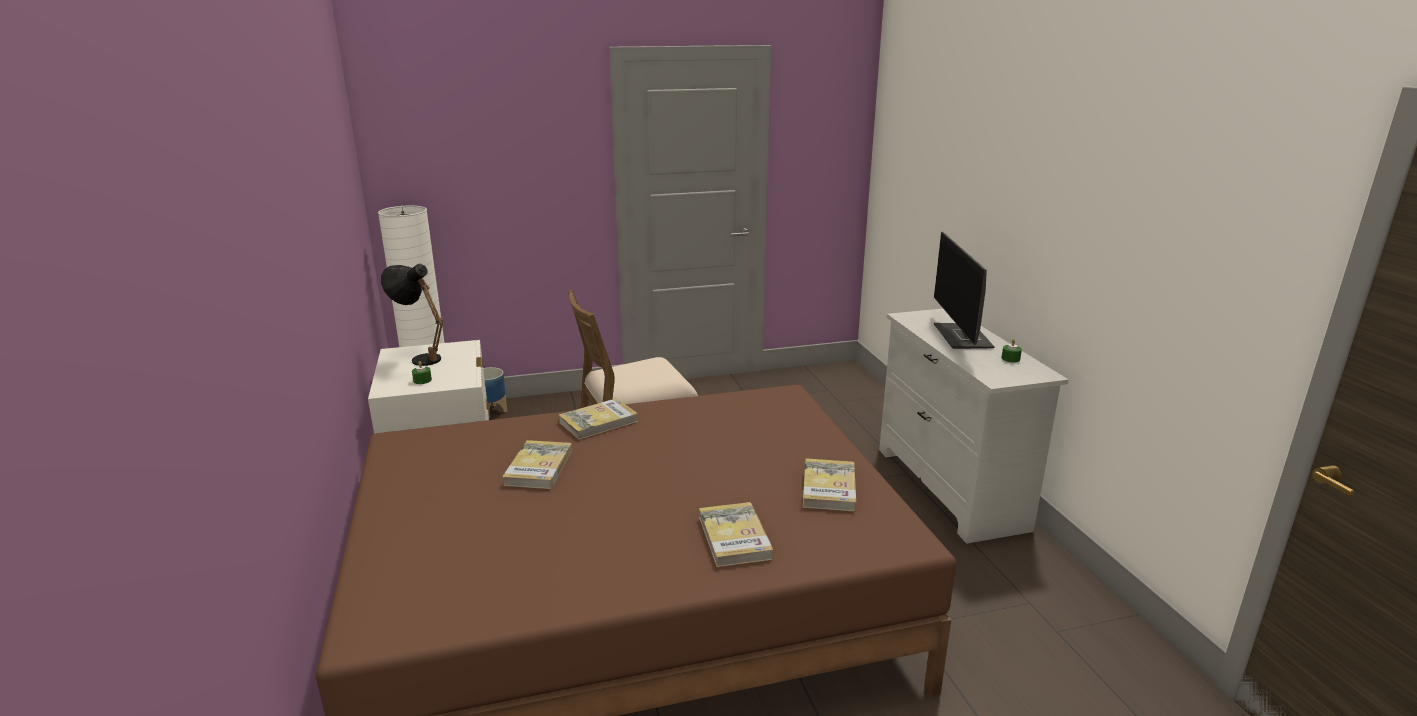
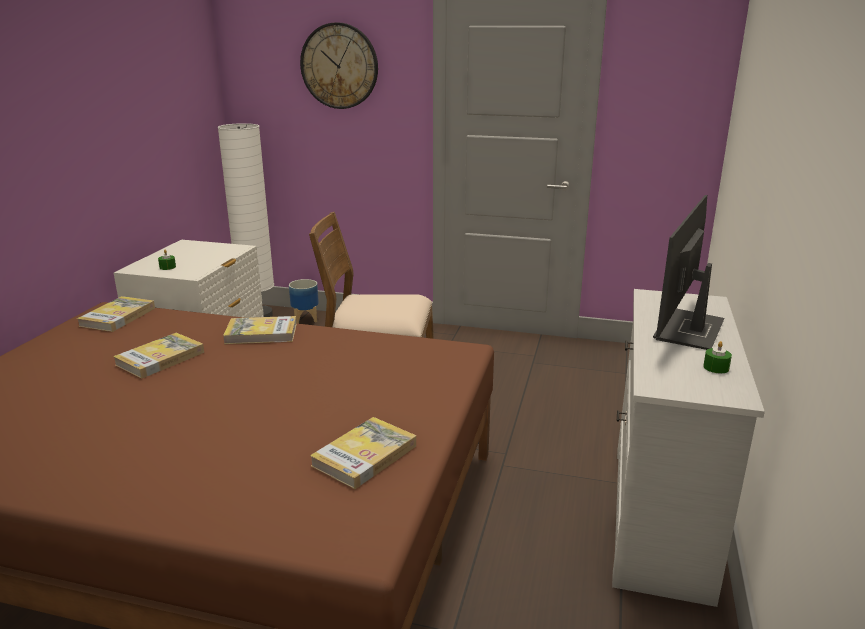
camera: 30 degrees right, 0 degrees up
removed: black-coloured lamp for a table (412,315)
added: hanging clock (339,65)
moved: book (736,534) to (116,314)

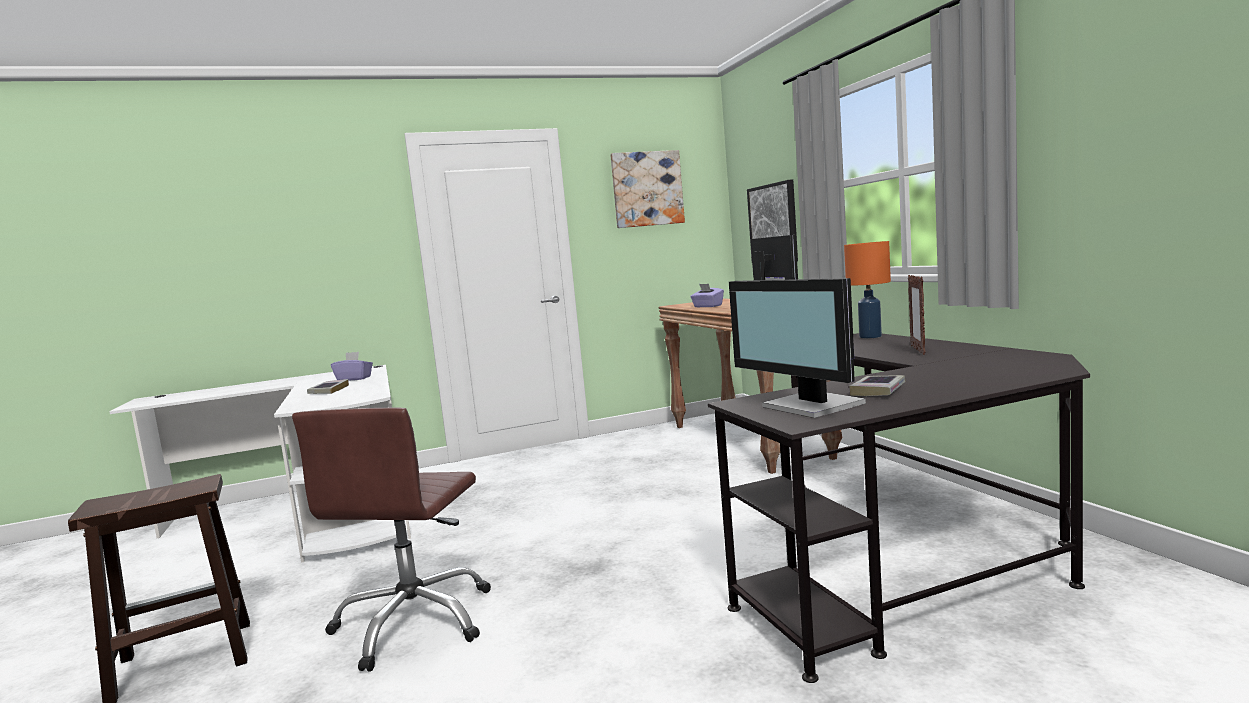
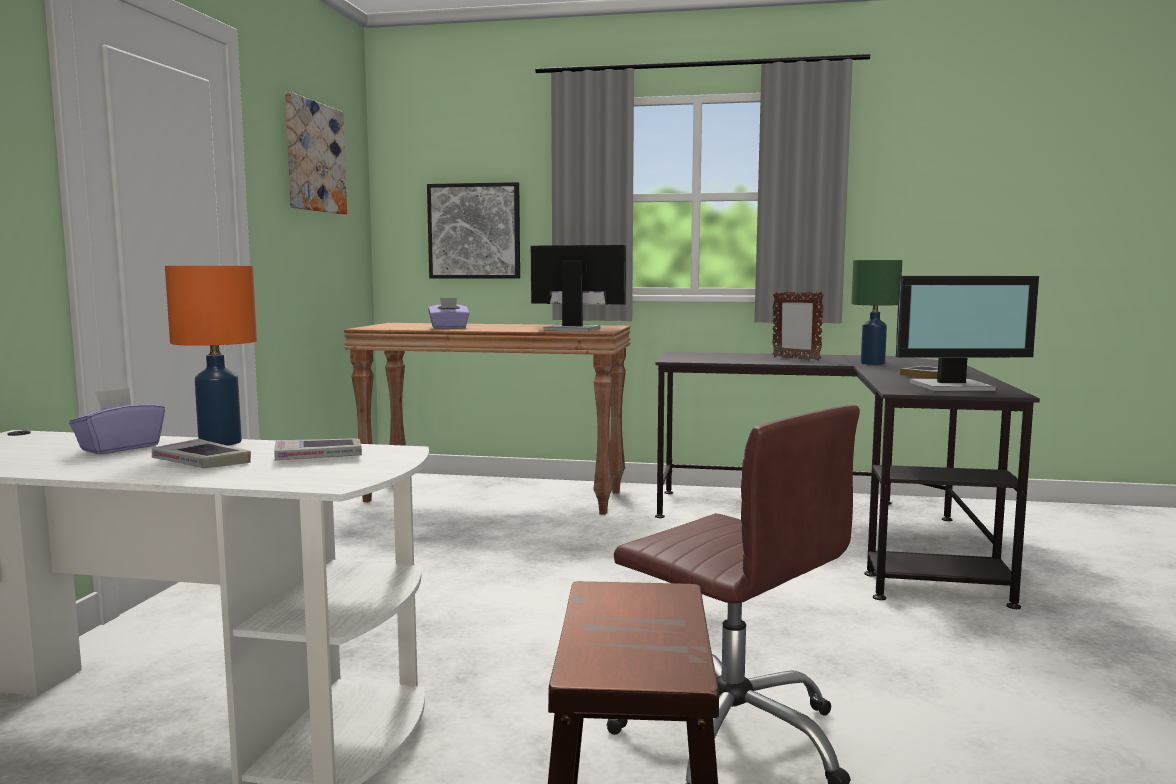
camera: 60 degrees left, 0 degrees up
added: book (318,449); green-coloured lamp for a table (876,312)
moved: orange lamp for a table (867,289) to (211,356)

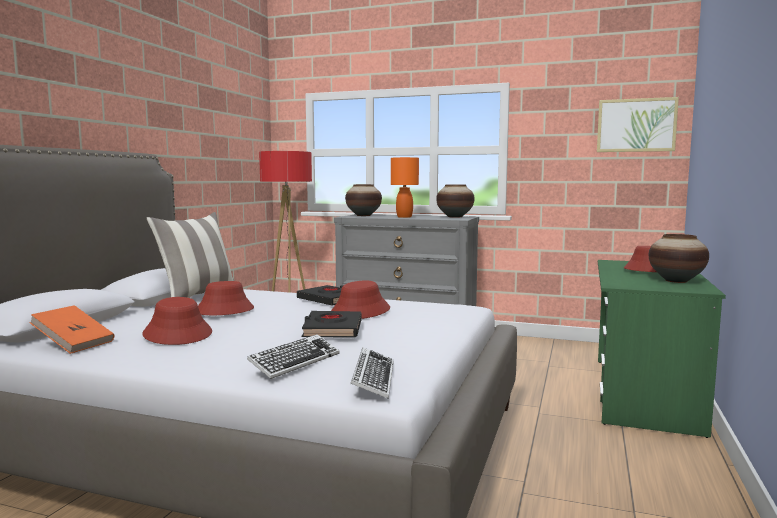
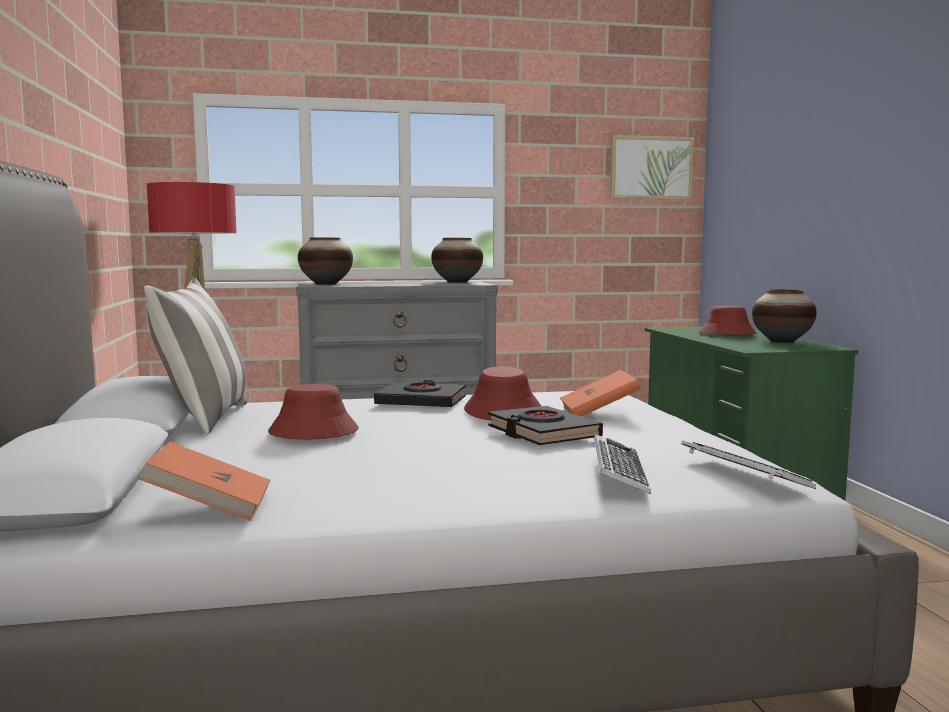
camera: 30 degrees left, 0 degrees up
removed: reddish clothing hat (177,321); orange lamp for a table (405,187)
added: orange book (600,393)

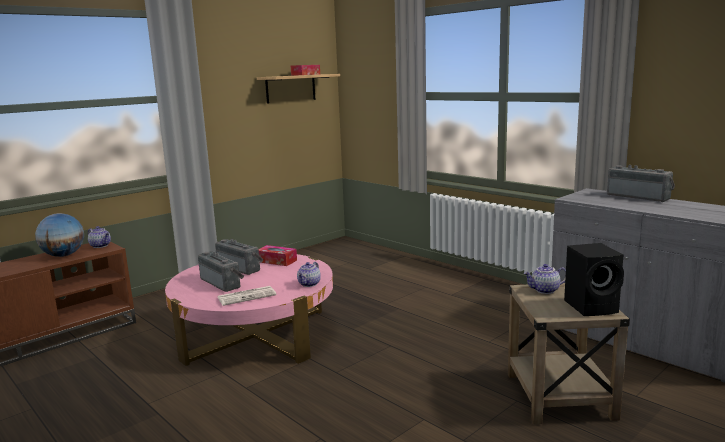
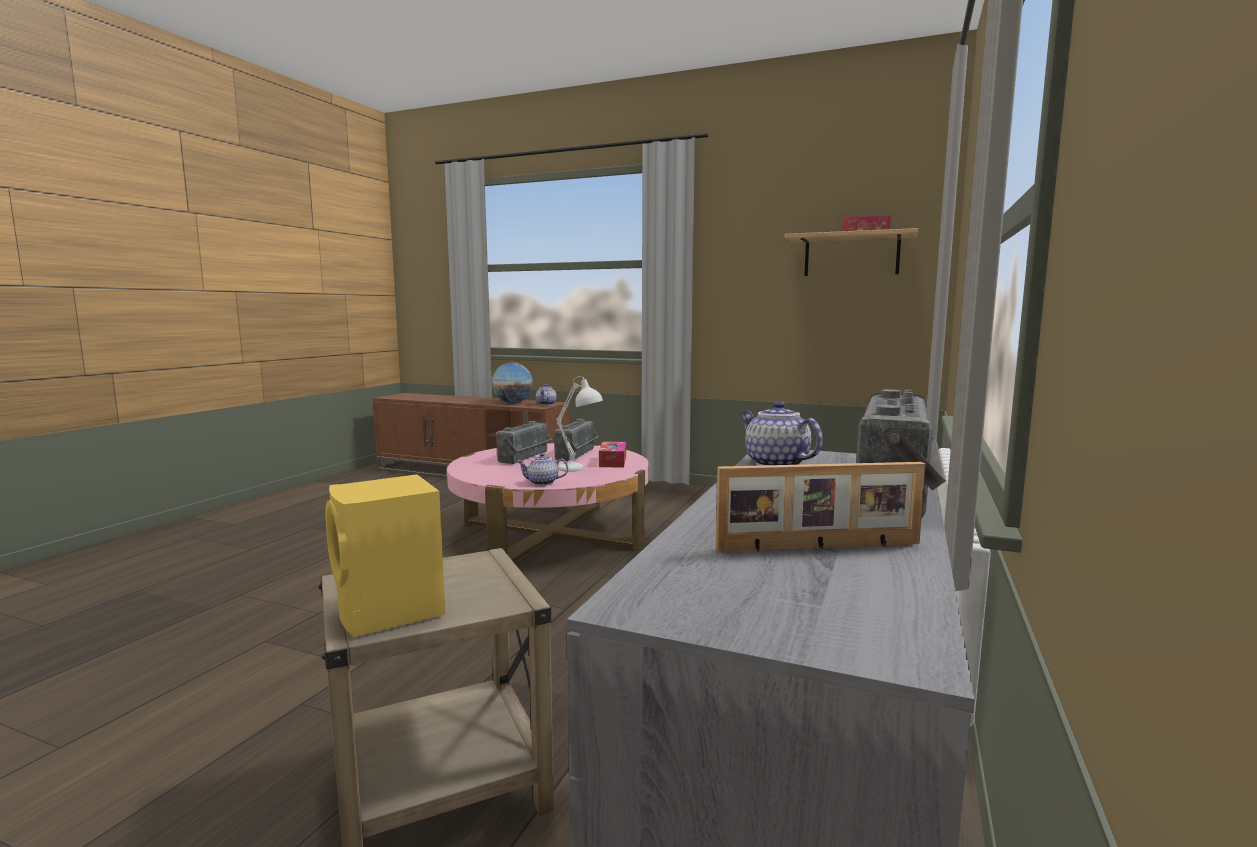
camera: 65 degrees right, 5 degrees down
removed: printed paper (247,296)
added: white-coloured lamp for a table (579,424); photo frame (821,506)
moved: pot for tea (544,279) to (781,433)
recoloured: black-coloured loudspeaker (594,279) to yellow loudspeaker (385,555)

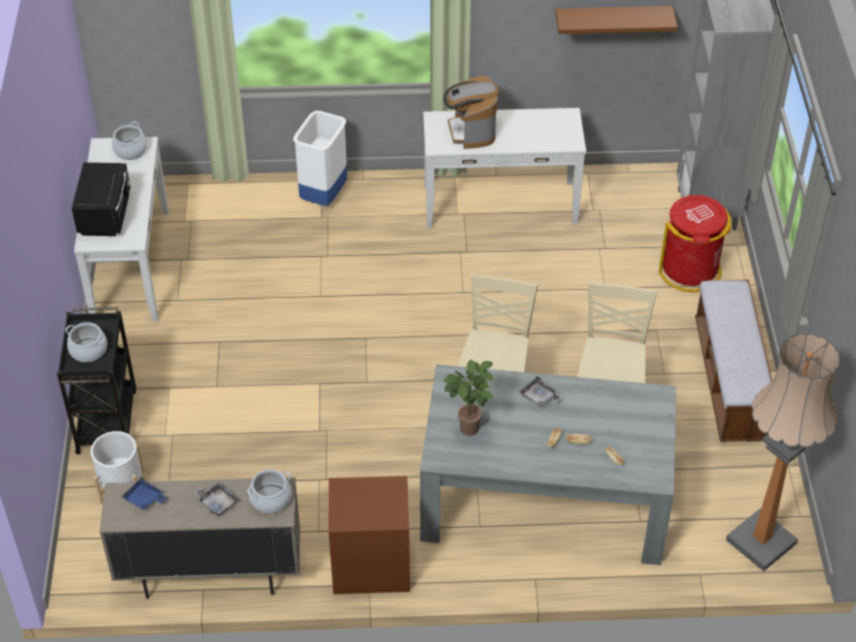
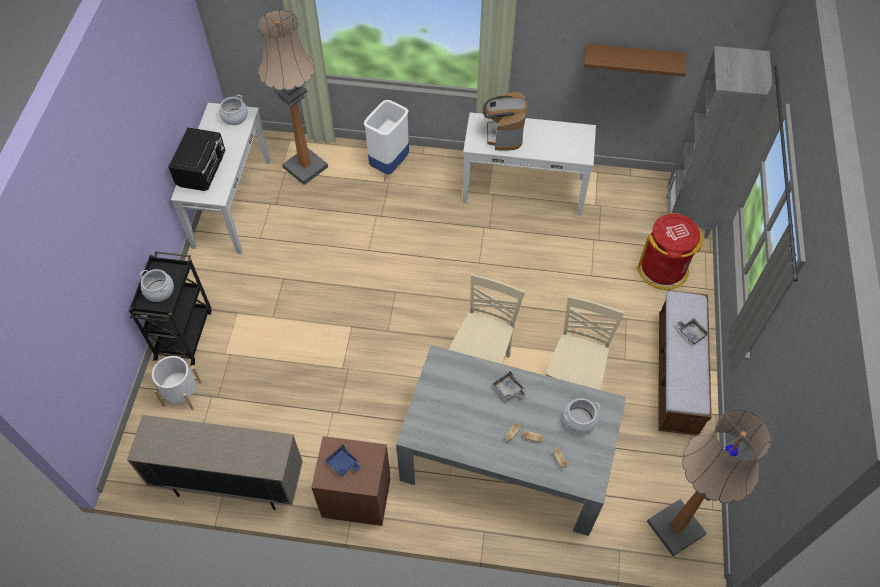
camera: 10 degrees right, 10 degrees up
removed: potted plant (468,398)
added: floor lamp (292,97)
moved: blue-coloured carrying tray (144,494) to (342,461); gray carrying tray (216,499) to (692,331); cooking pot (269,491) to (581,416)

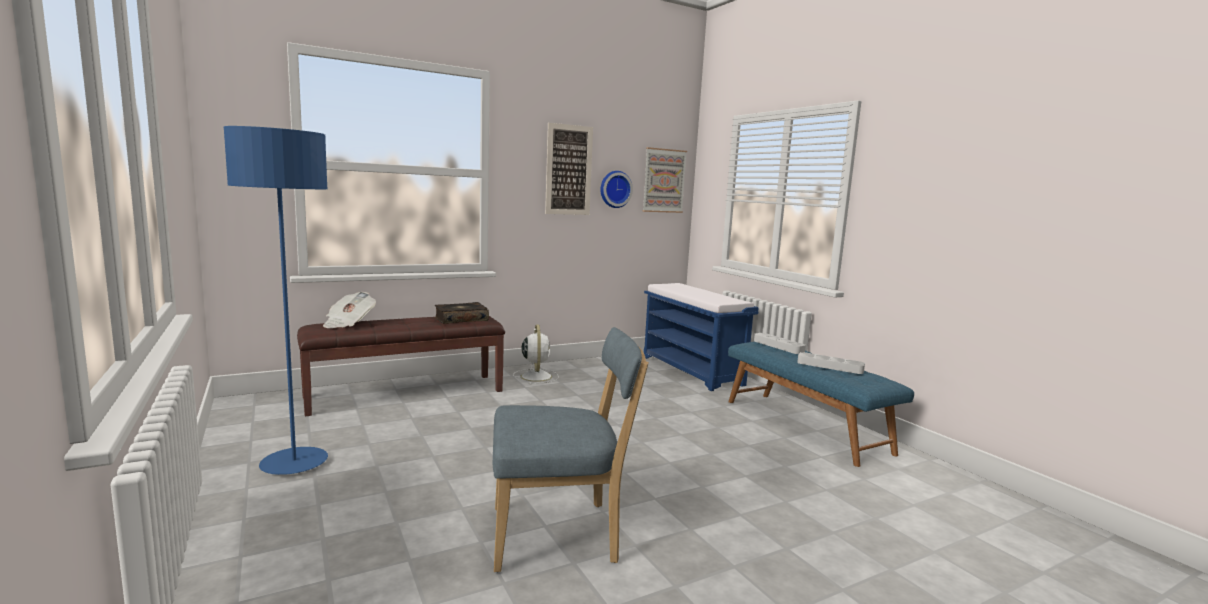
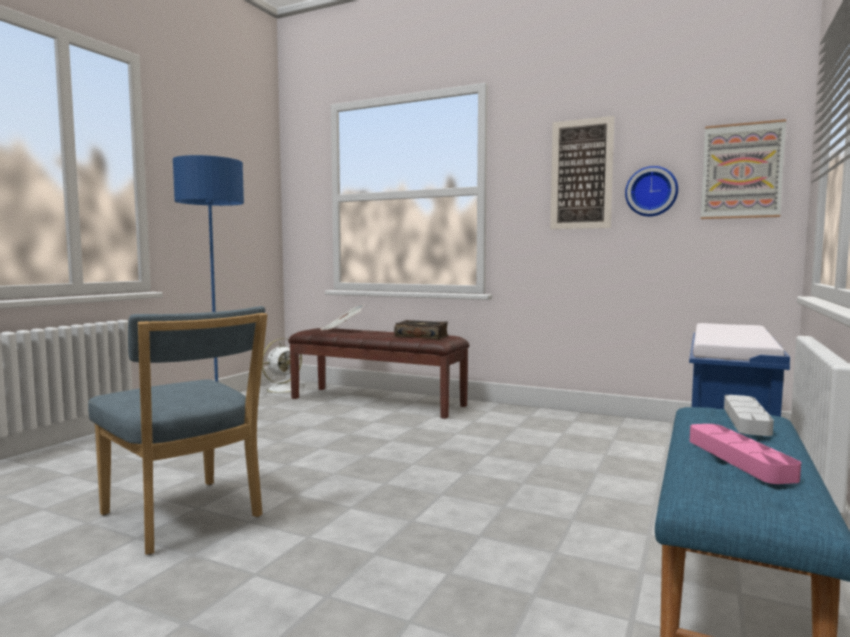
camera: 55 degrees right, 5 degrees down
moved: white-coloured cooling fan (536,355) to (283,366)
recoloured: gray carrying tray (831,363) to pinkish carrying tray (745,454)

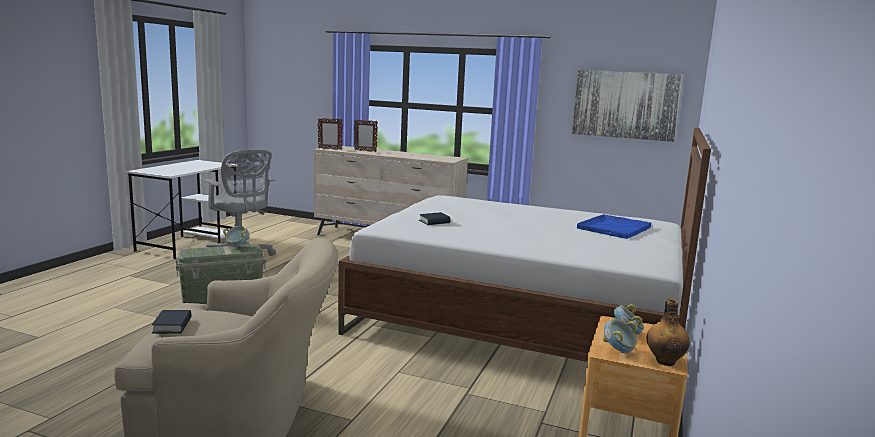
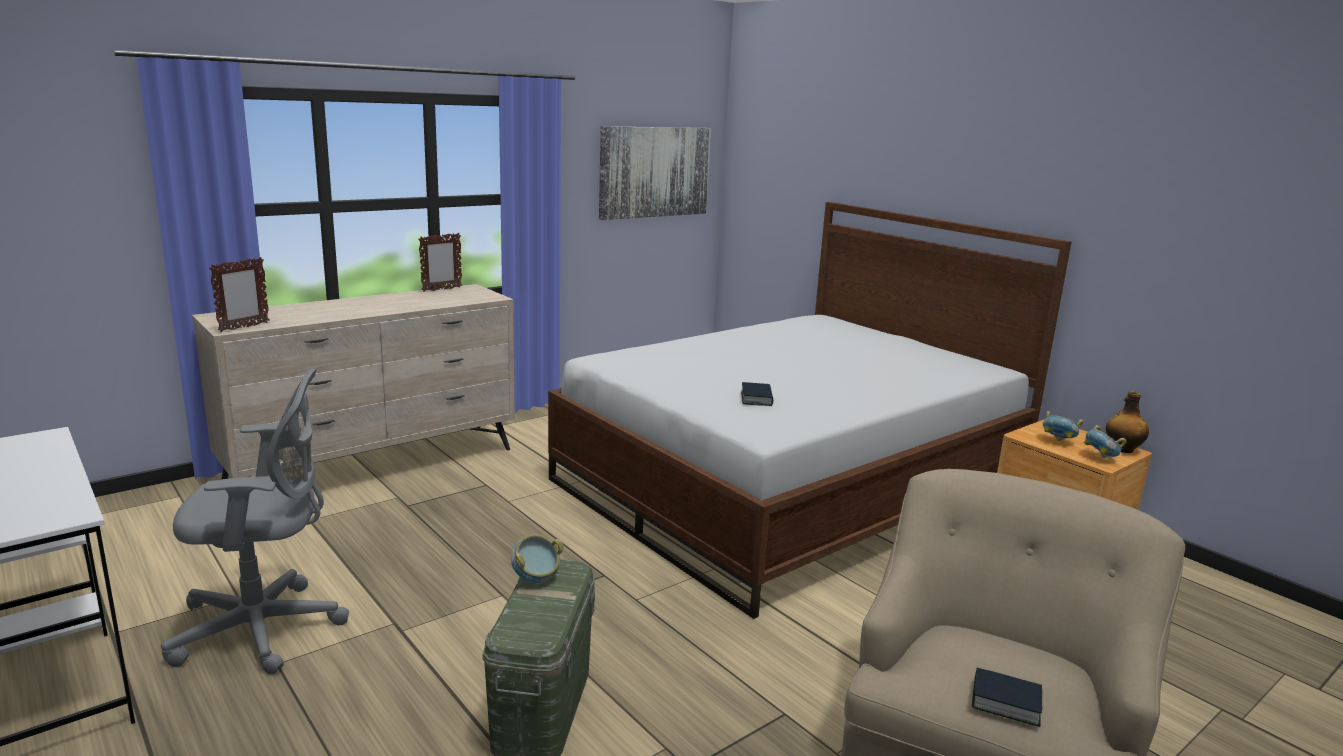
camera: 60 degrees left, 5 degrees up
removed: blue-coloured carrying tray (614,226)
moved: photo frame (366,136) to (440,262)

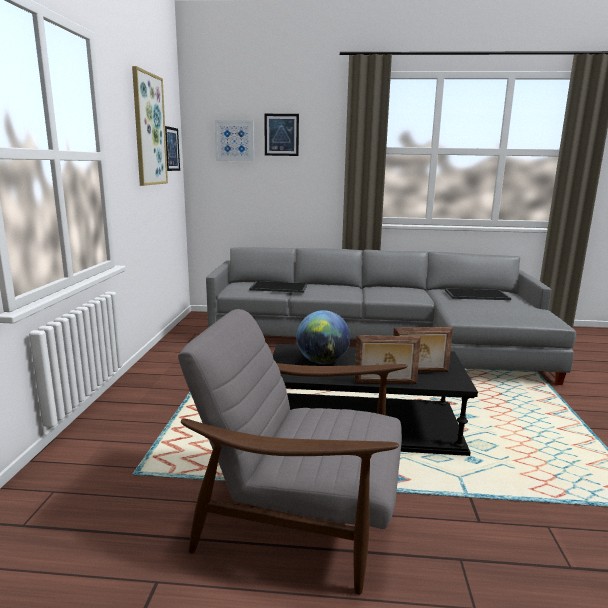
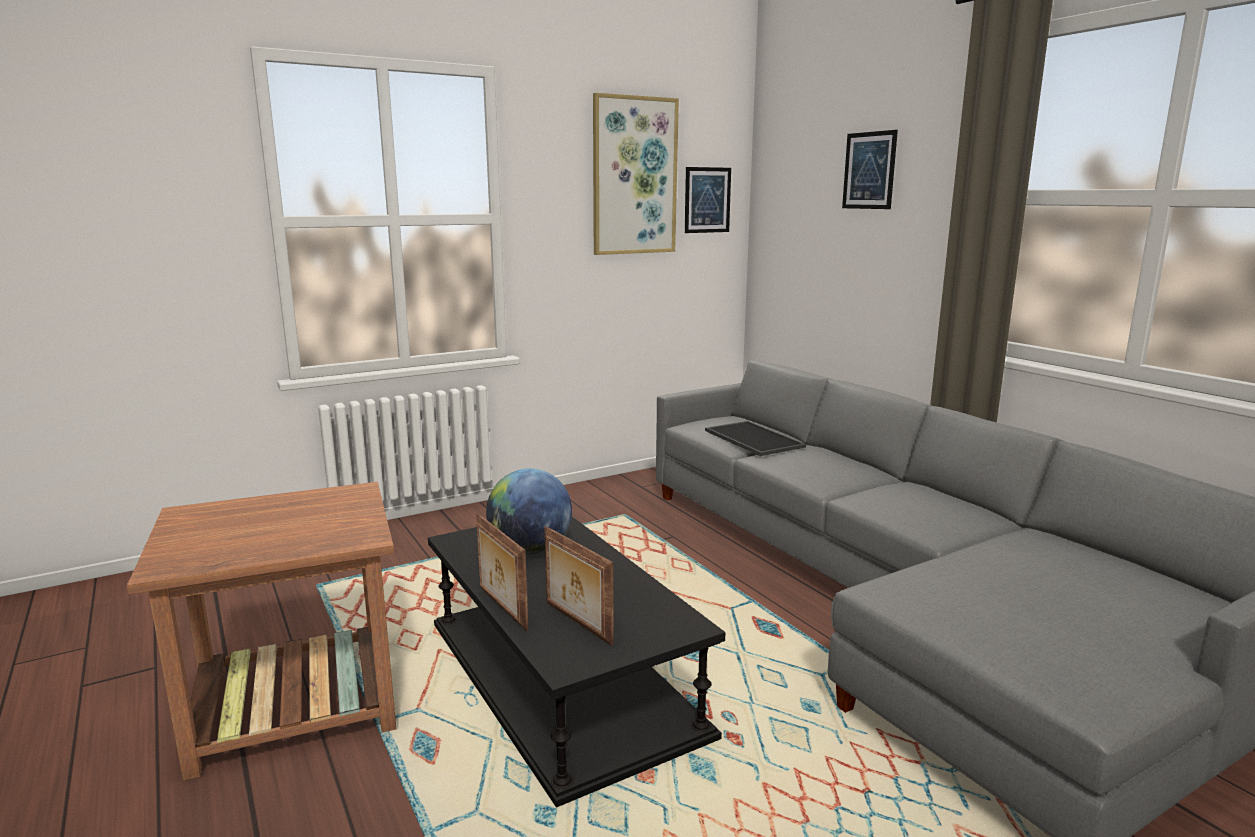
camera: 55 degrees right, 0 degrees up
removed: wall picture (234,140); carrying tray (478,294)
replaced: gray lounge chair (293,452) to brownish accent table (261,631)

